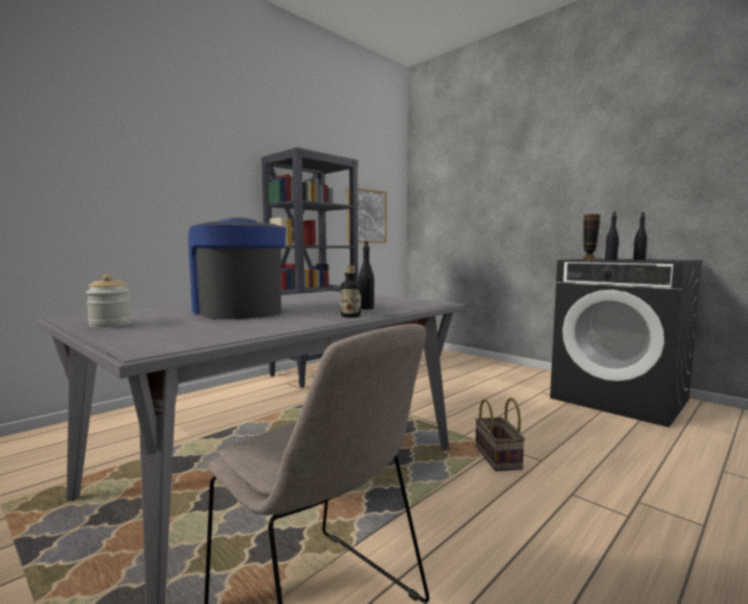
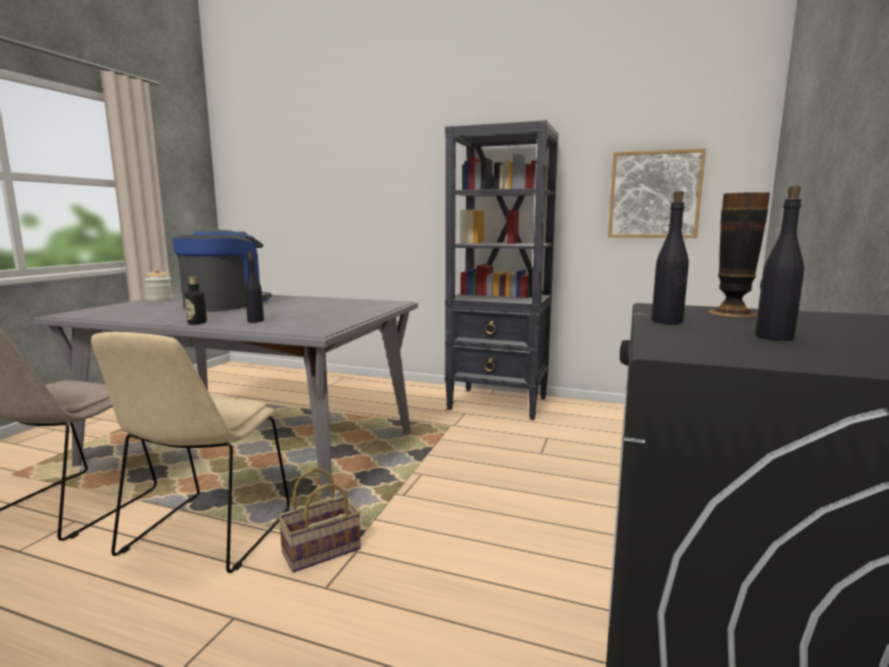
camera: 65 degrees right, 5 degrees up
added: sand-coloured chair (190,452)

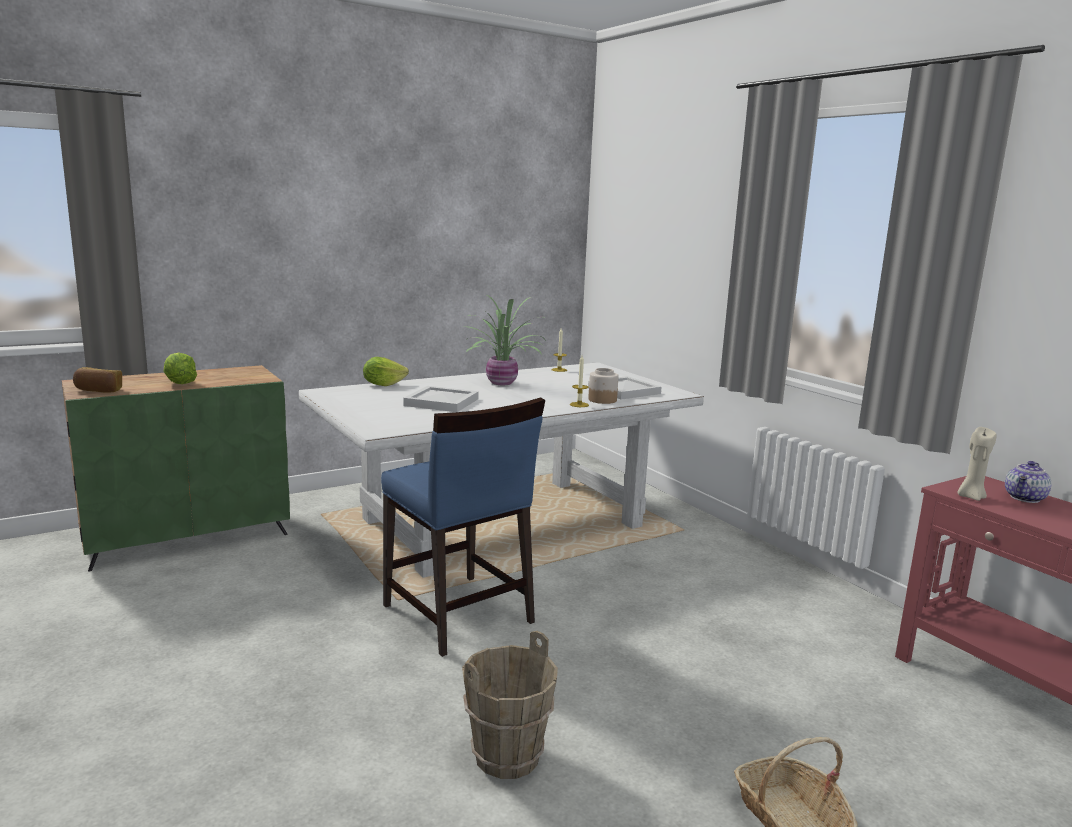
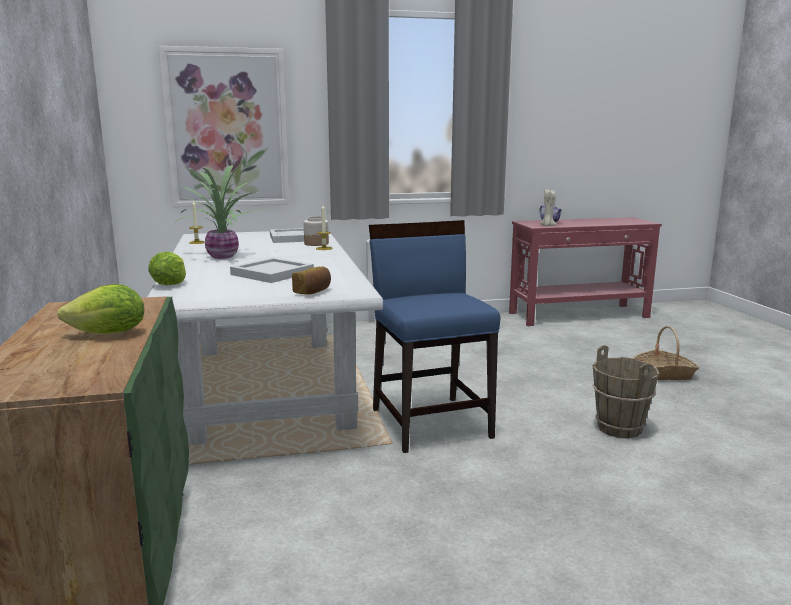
camera: 70 degrees left, 0 degrees up
added: wall picture (224,126)
moved: baked bread (97,380) to (311,280)
turned: blue-coloured chair (463,527) = (434,336) 90 degrees counterclockwise

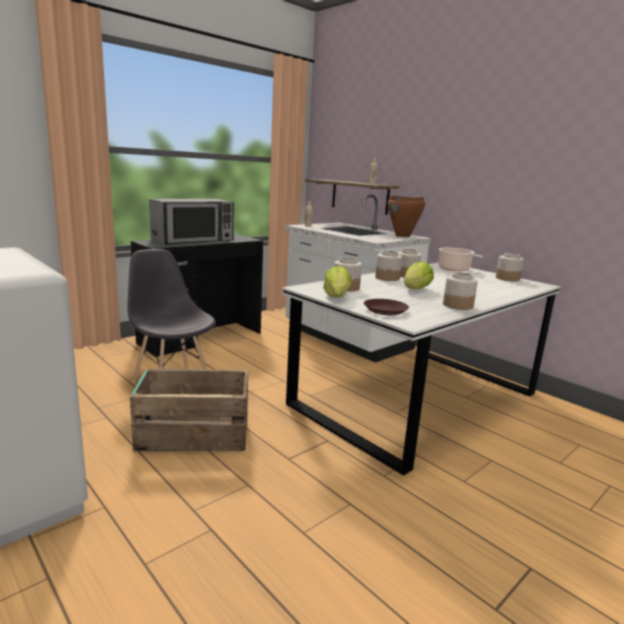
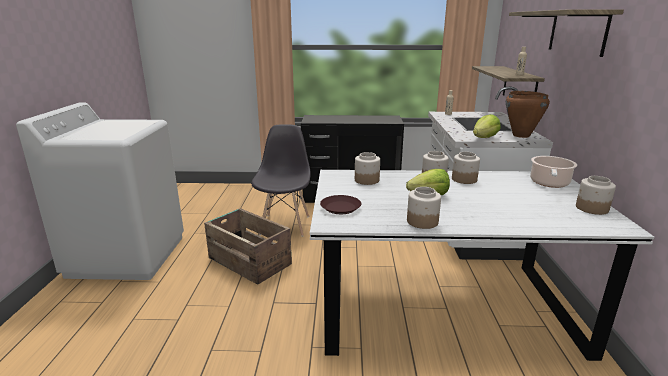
camera: 45 degrees right, 5 degrees up
removed: microwave (191,222)
added: bracket shelf (566,33)
moved: lettuce (337,282) to (487,126)

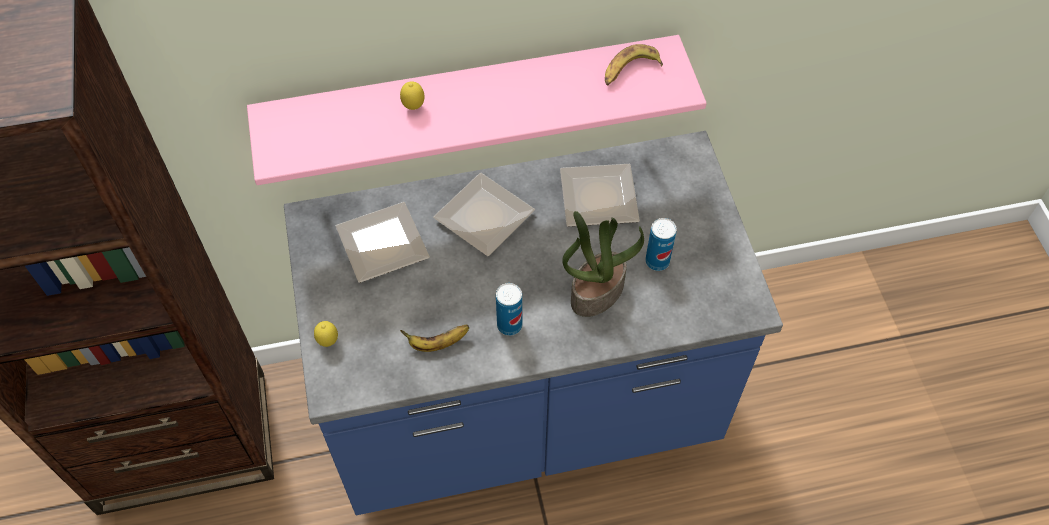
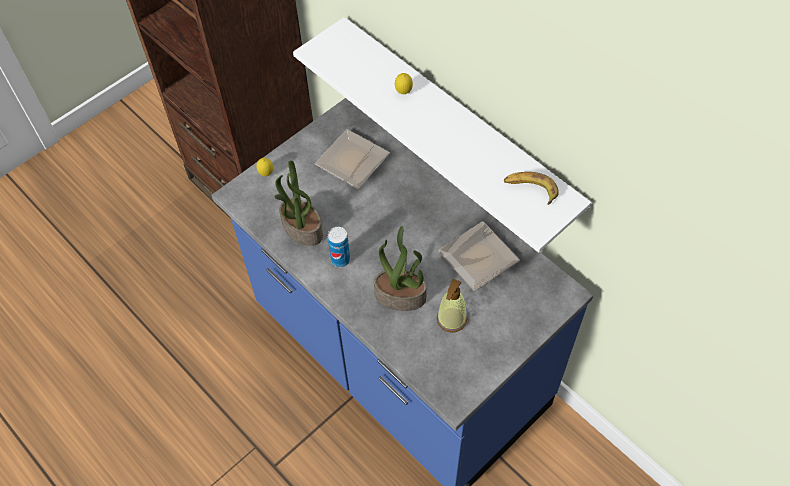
camera: 60 degrees right, 0 degrees up
removed: dinner plate (484,214)
replaced: banana (434,338) to potted plant (298,203); metal can (661,244) to soap dispenser (452,305)
recoloured: pinkish bracket shelf (477,110) to white-coloured bracket shelf (442,135)

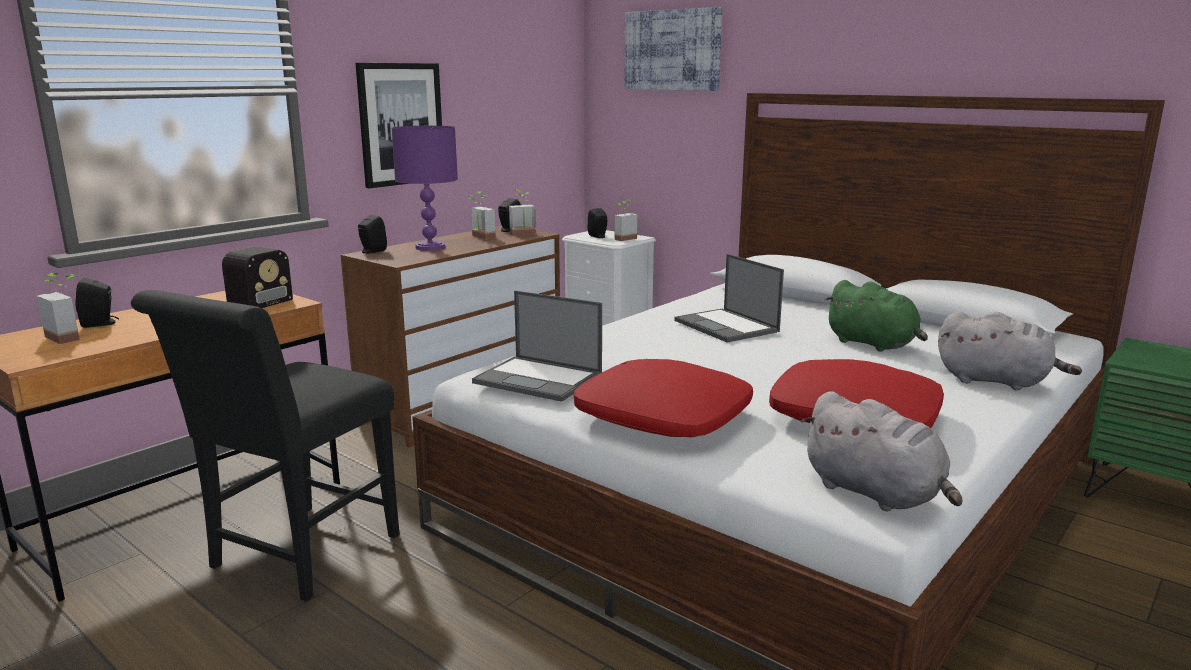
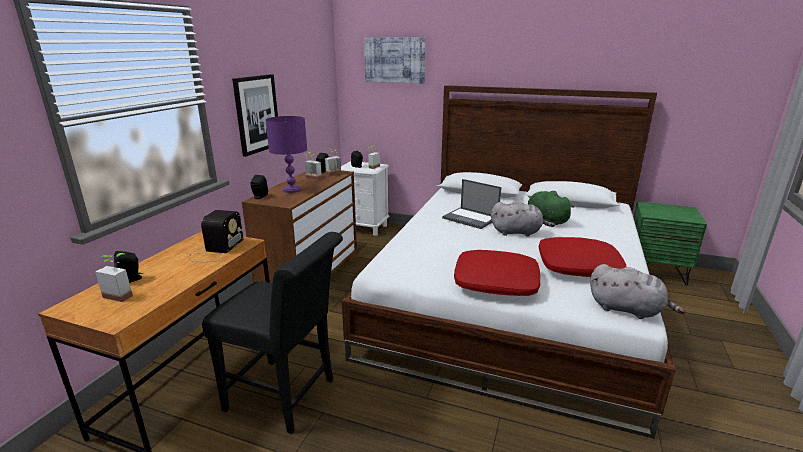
camera: 20 degrees left, 5 degrees up
removed: portable computer (537,346)
moved: gray plush toy (1010,350) to (523,218)
turned: black-coloured chair (265,445) = (272,333) 75 degrees counterclockwise; green-coloured plush toy (876,316) = (551,208) 150 degrees counterclockwise

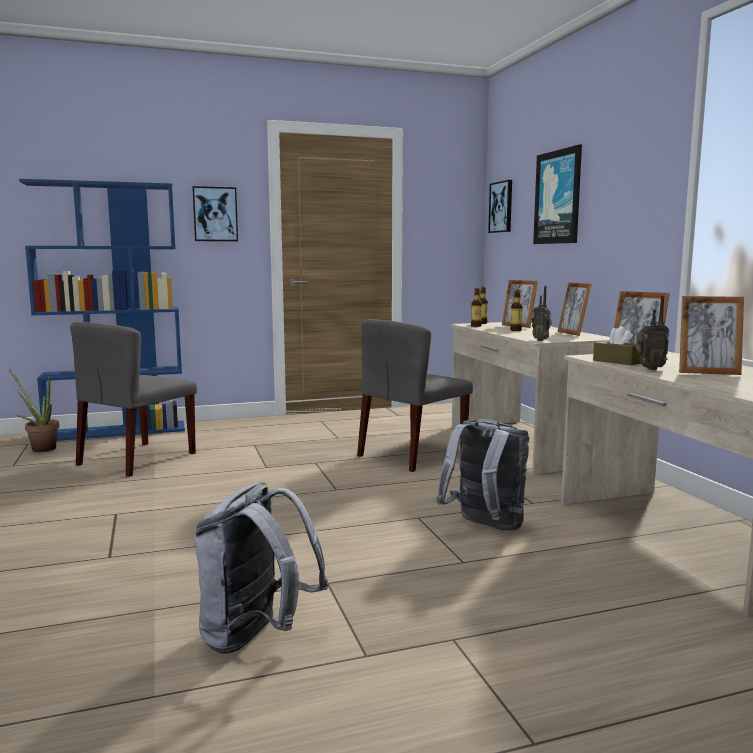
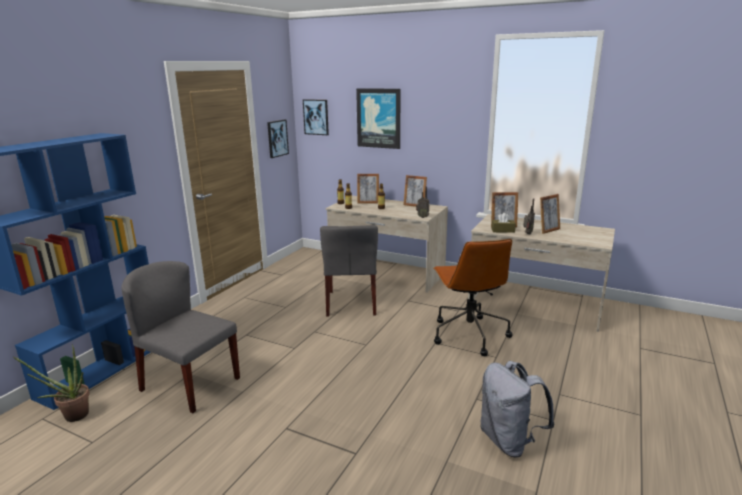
camera: 45 degrees left, 10 degrees up
moved: wall picture (215,213) to (278,139)
replaced: gray backpack (482,475) to brownish desk chair (473,297)
turned: gray chair (133,399) = (180,337) 135 degrees clockwise

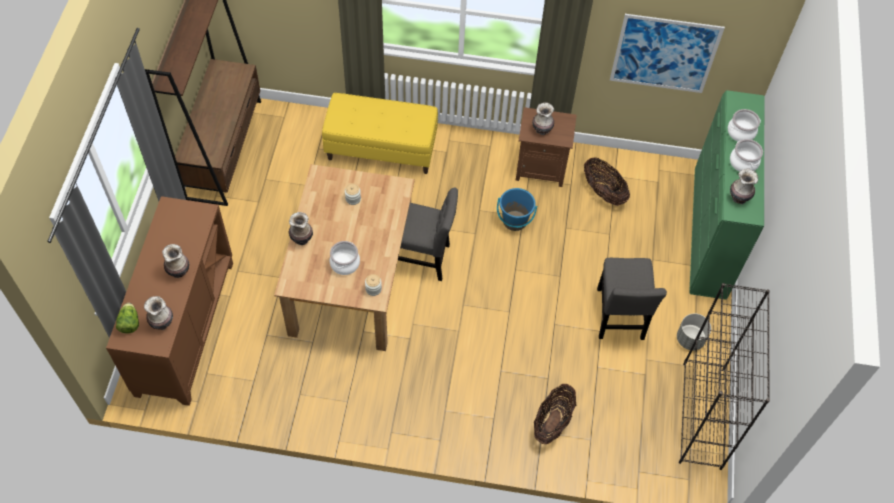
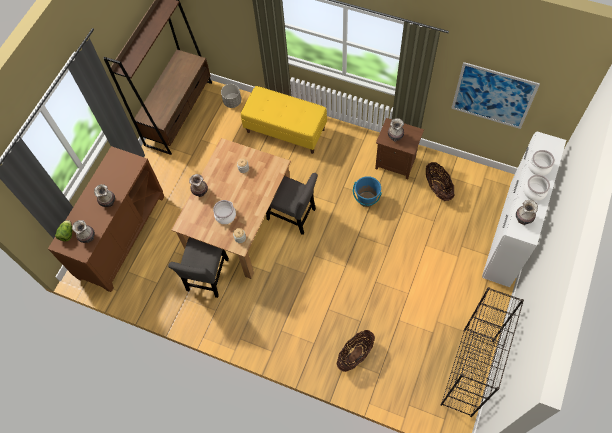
camera: 20 degrees right, 5 degrees up
moved: gray chair (632,299) to (198,267); gray plant pot (694,331) to (231,96)
recoloured: green-coloured chest of drawers (726,195) to white-coloured chest of drawers (524,209)

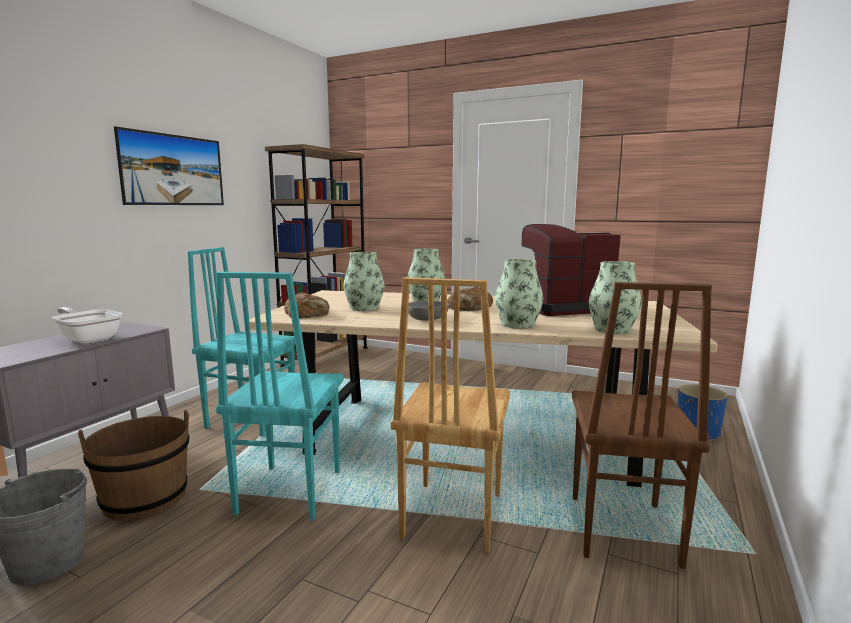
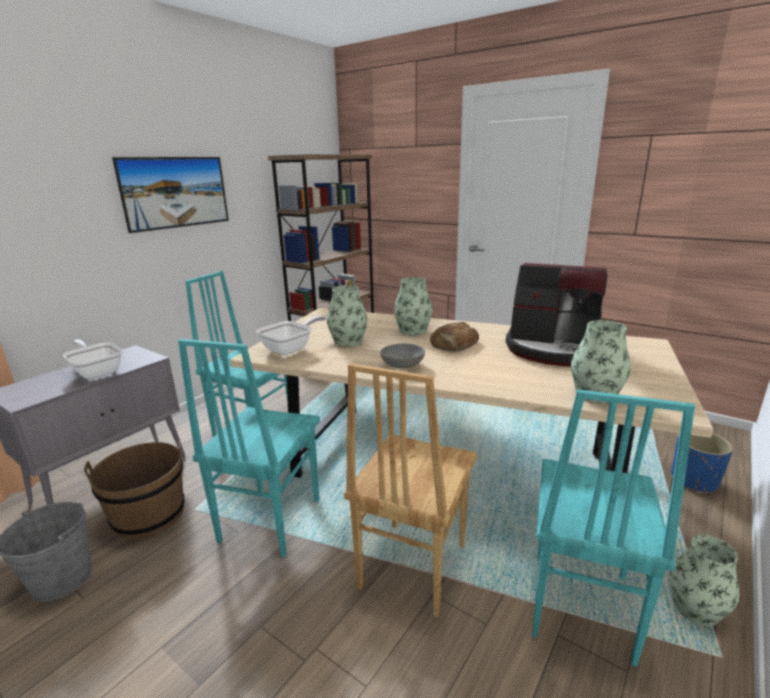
camera: 10 degrees right, 10 degrees up
moved: flower vase (519,294) to (704,580)
replaced: baked bread (306,305) to skillet (291,335)
recoloured: brownish chair (642,425) to blue-green chair (613,528)
turned: coffee maker (571,270) = (556,314) 150 degrees counterclockwise

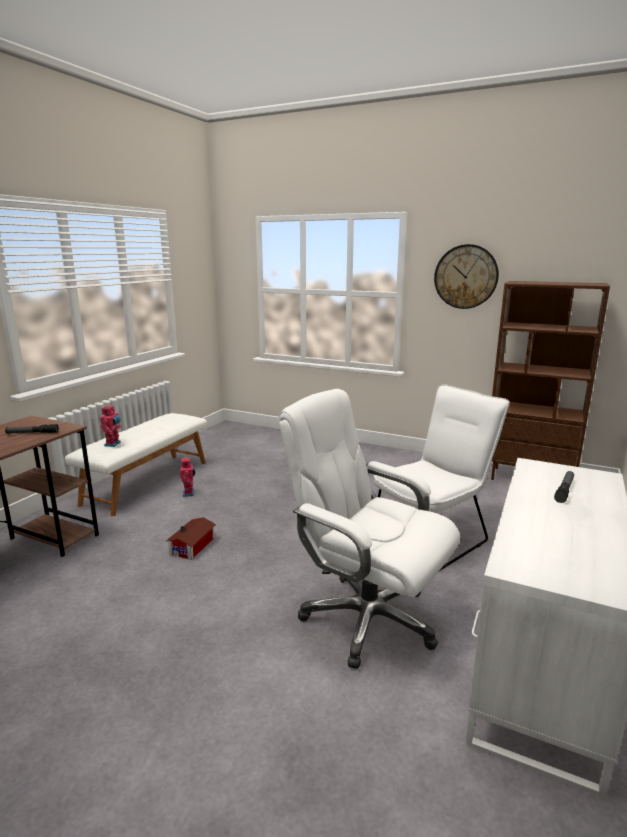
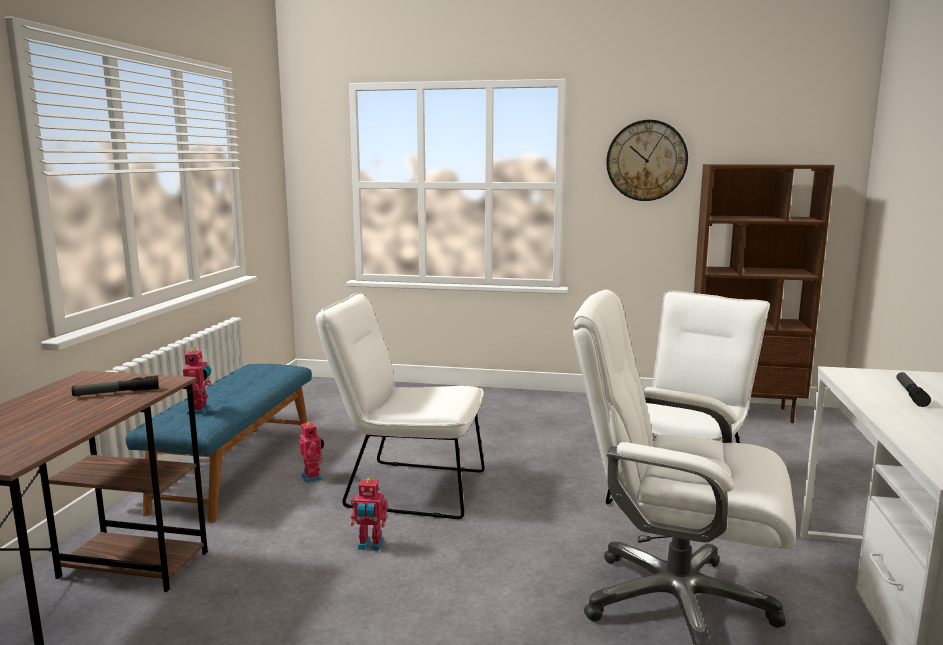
camera: 15 degrees left, 5 degrees down
added: white-coloured chair (400,405)
replaced: model house (191,538) to toy robot (369,515)
recoloured: white-coloured indoor bench (136,464) to blue-coloured indoor bench (219,443)

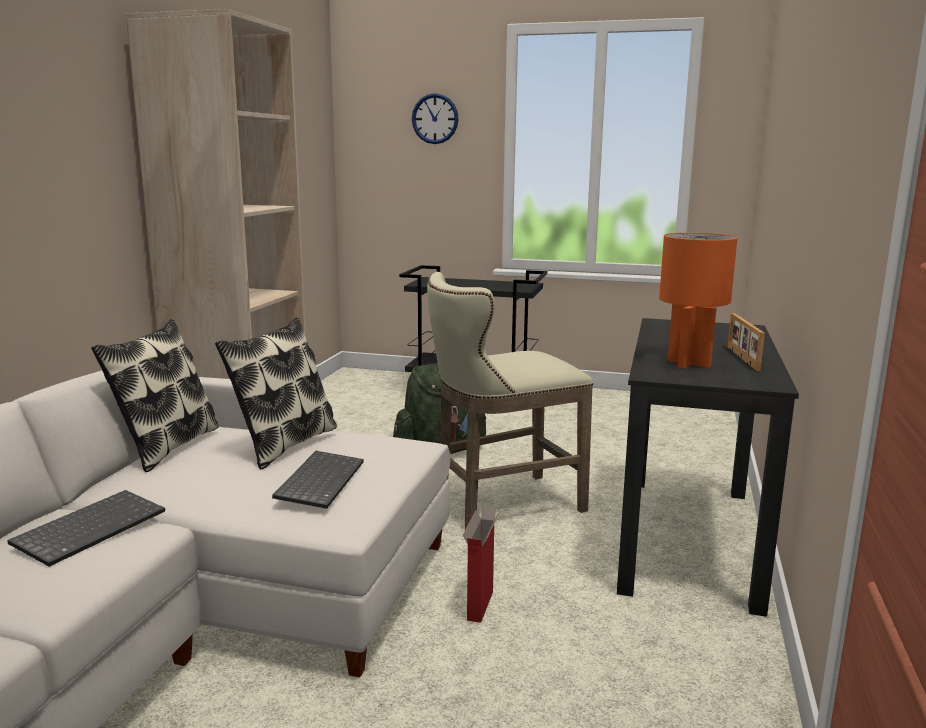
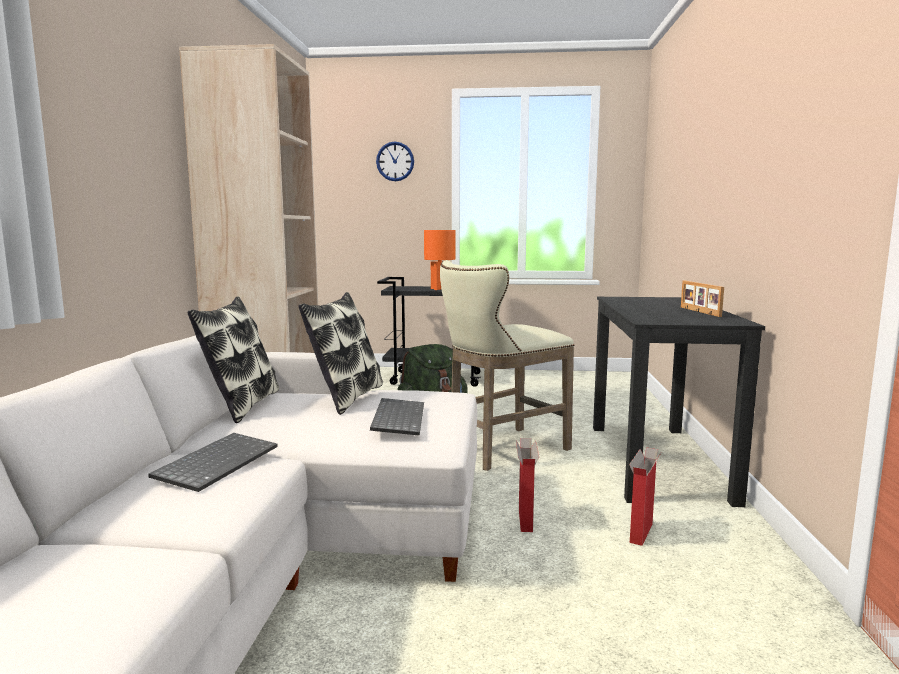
camera: 10 degrees left, 5 degrees down
added: packing box (645,496)
moved: orange lamp for a table (698,301) to (440,260)

